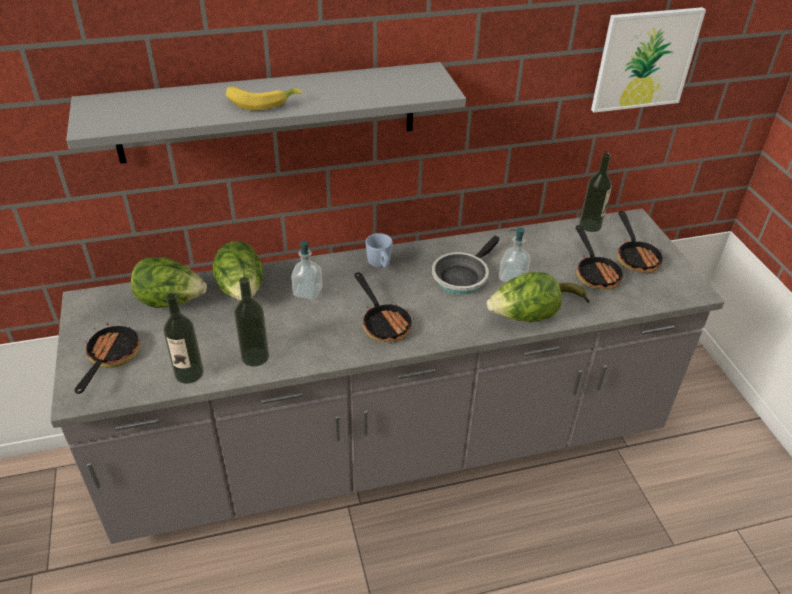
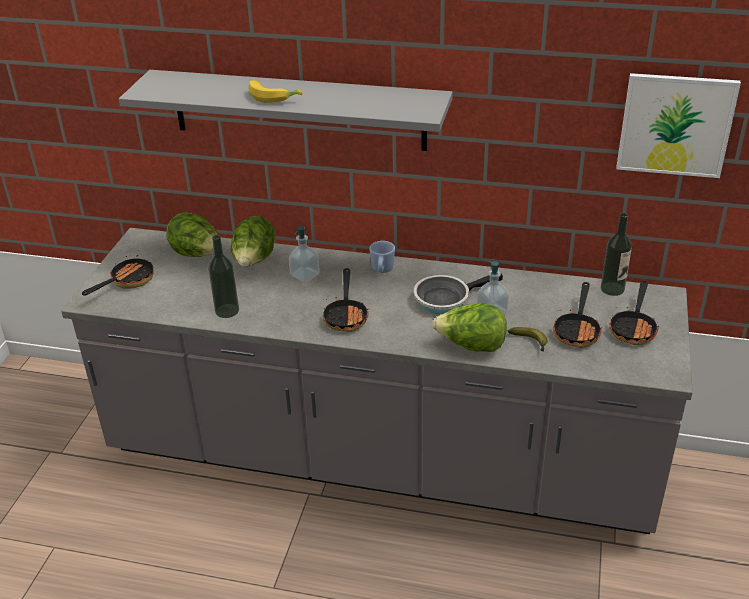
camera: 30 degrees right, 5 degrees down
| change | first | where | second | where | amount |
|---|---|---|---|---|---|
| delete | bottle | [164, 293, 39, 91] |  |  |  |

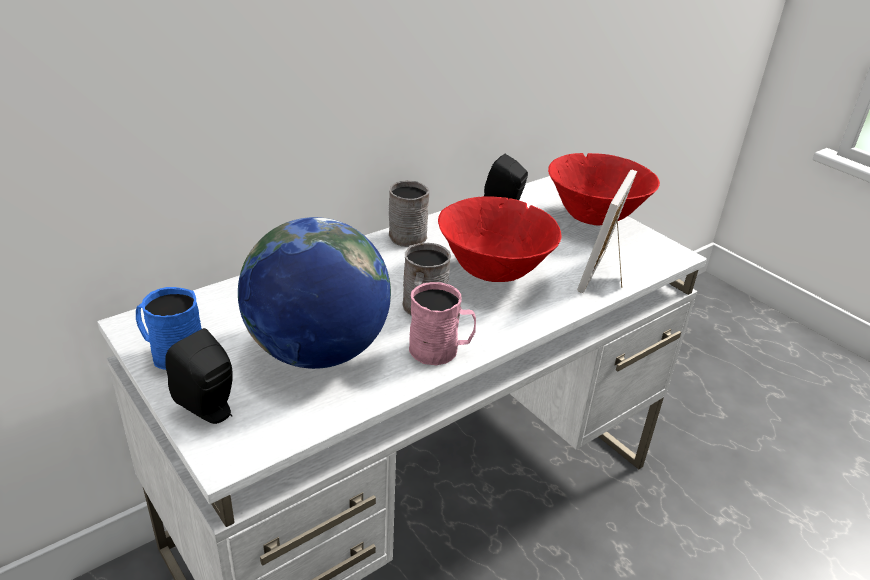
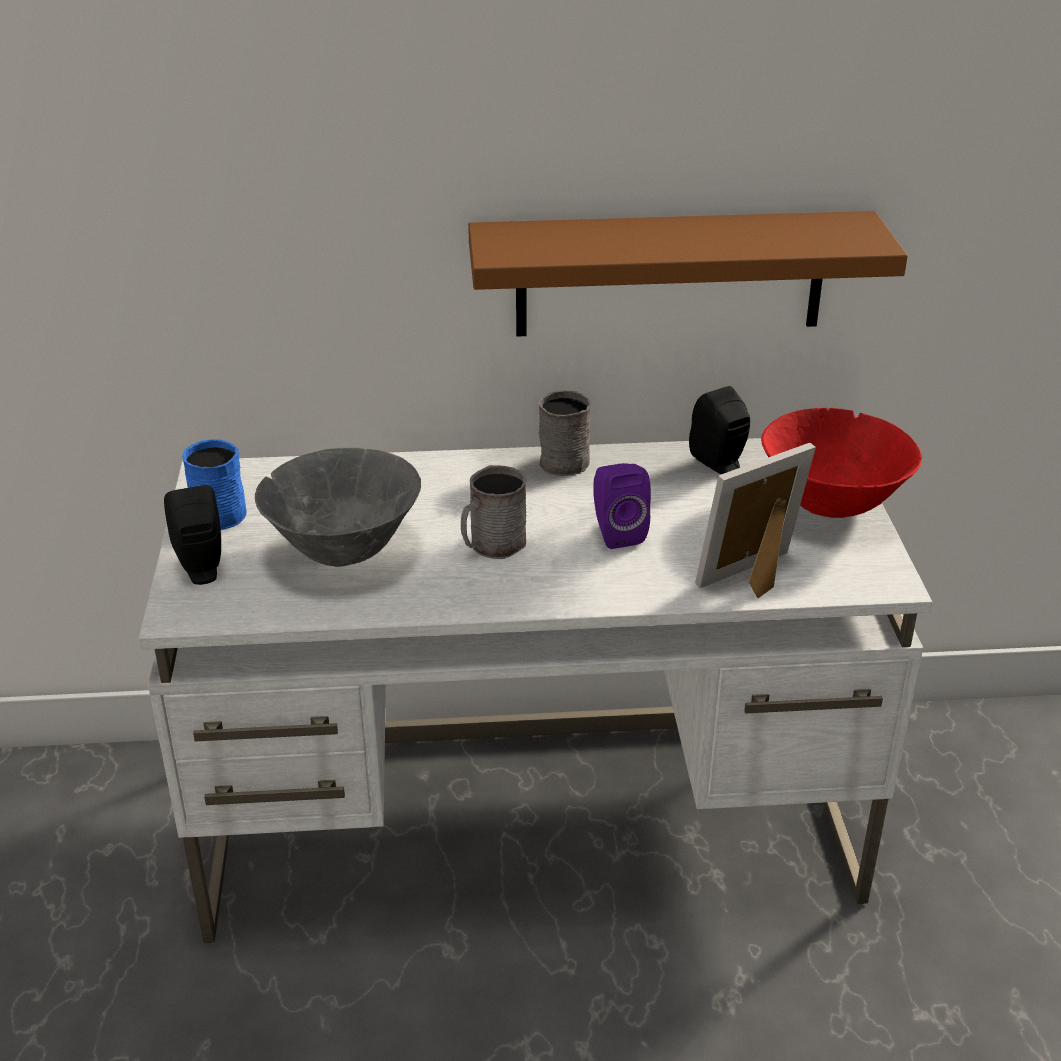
camera: 35 degrees right, 0 degrees up
| change | first | where | second | where | amount |
|---|---|---|---|---|---|
| delete | pink mug | [409, 282, 67, 83] |  |  |  |
| insert |  |  | brown shelf | [468, 211, 440, 126] |  |
| replace | globe | [238, 217, 153, 152] | grey bowl | [255, 448, 166, 119] |  |
| replace | red bowl | [438, 196, 123, 86] | purple speaker | [593, 463, 58, 86] |  |

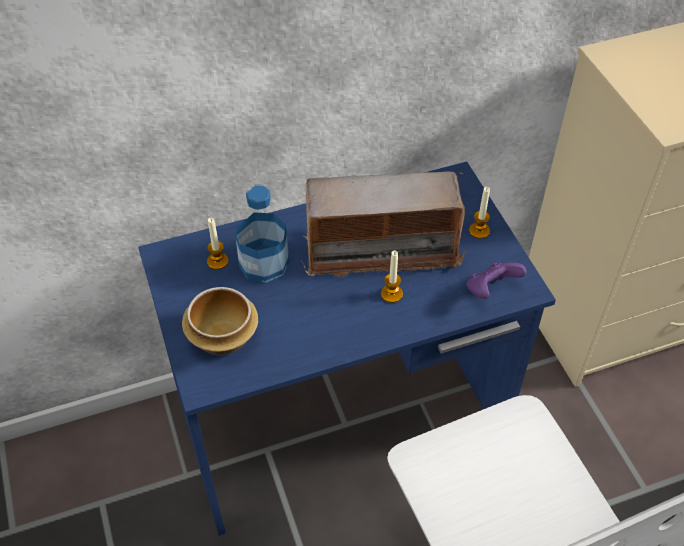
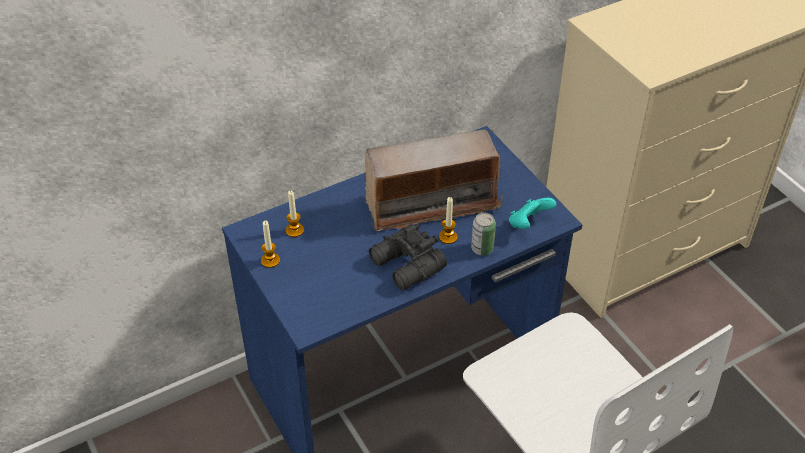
camera: 10 degrees left, 5 degrees down
| change | first | where | second | where | amount |
|---|---|---|---|---|---|
| delete | bowl | [182, 287, 76, 68] |  |  |  |
| delete | bottle | [235, 186, 54, 98] |  |  |  |
| insert |  |  | black binoculars | [369, 224, 78, 67] |  |
| insert |  |  | can | [471, 213, 25, 42] |  |
| move | candle | [469, 187, 21, 52] |  | [261, 220, 19, 48] |  |
| recolor | purple game controller | [467, 262, 60, 37] | turquoise game controller | [509, 198, 47, 31] |  |

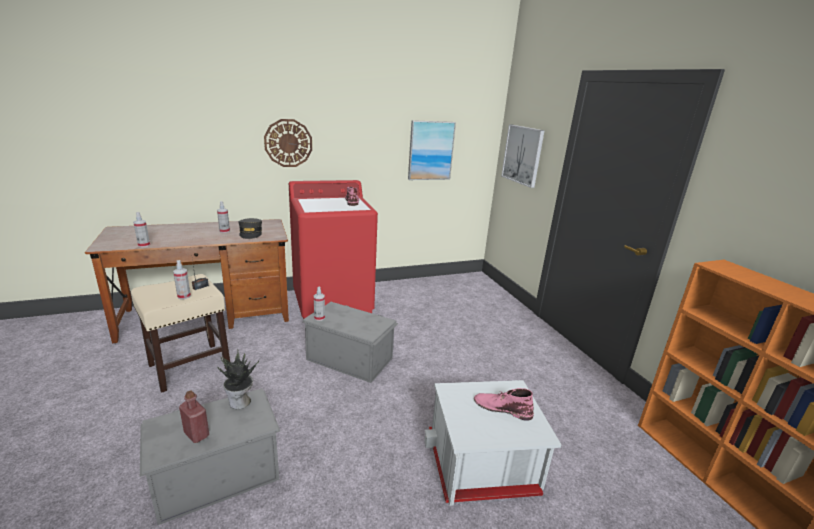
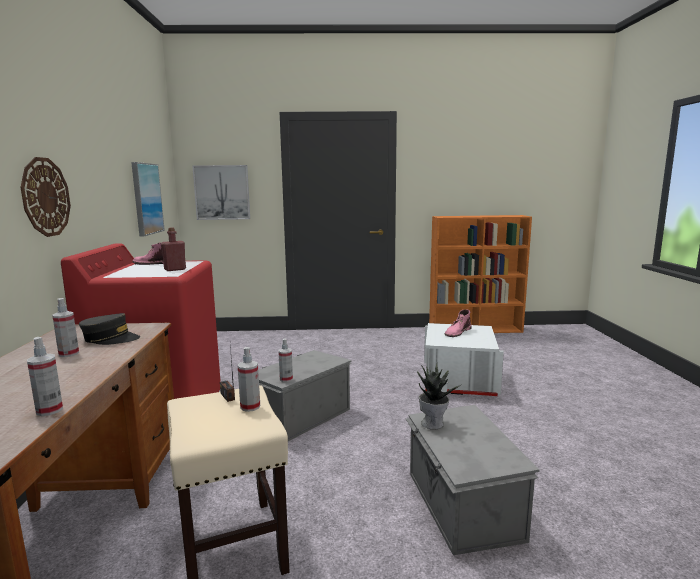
camera: 70 degrees left, 10 degrees down
| change | first | where | second | where | amount |
|---|---|---|---|---|---|
| move | red bottle | [179, 390, 30, 53] |  | [161, 227, 25, 44] |  |

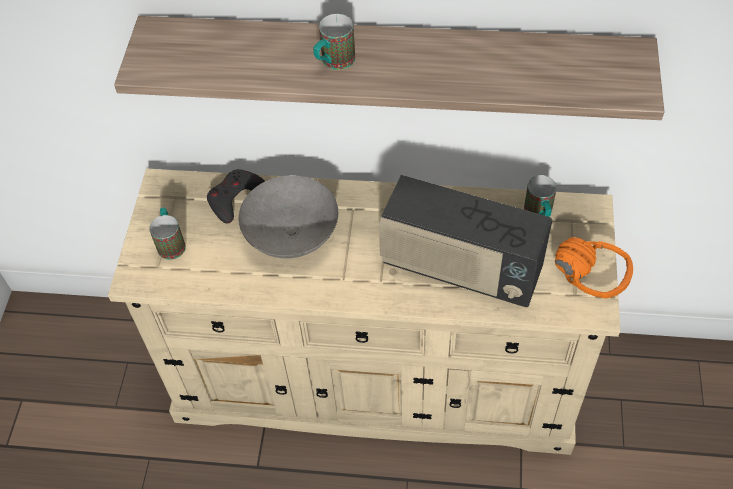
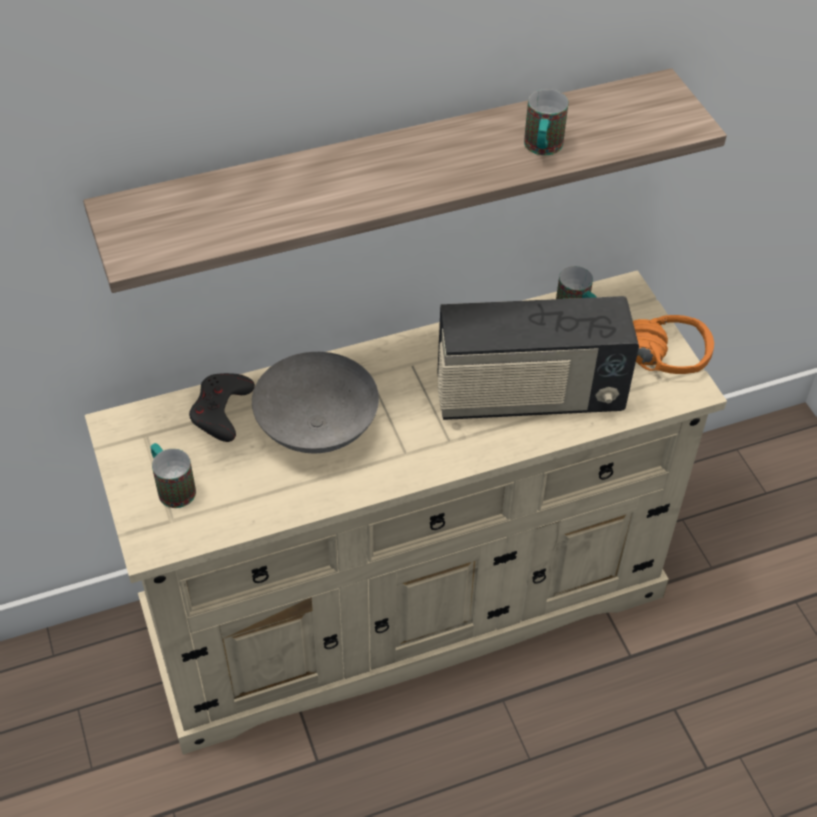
camera: 30 degrees left, 5 degrees down
| change | first | where | second | where | amount |
|---|---|---|---|---|---|
| move | mug | [313, 14, 42, 56] |  | [524, 89, 44, 66] |  |

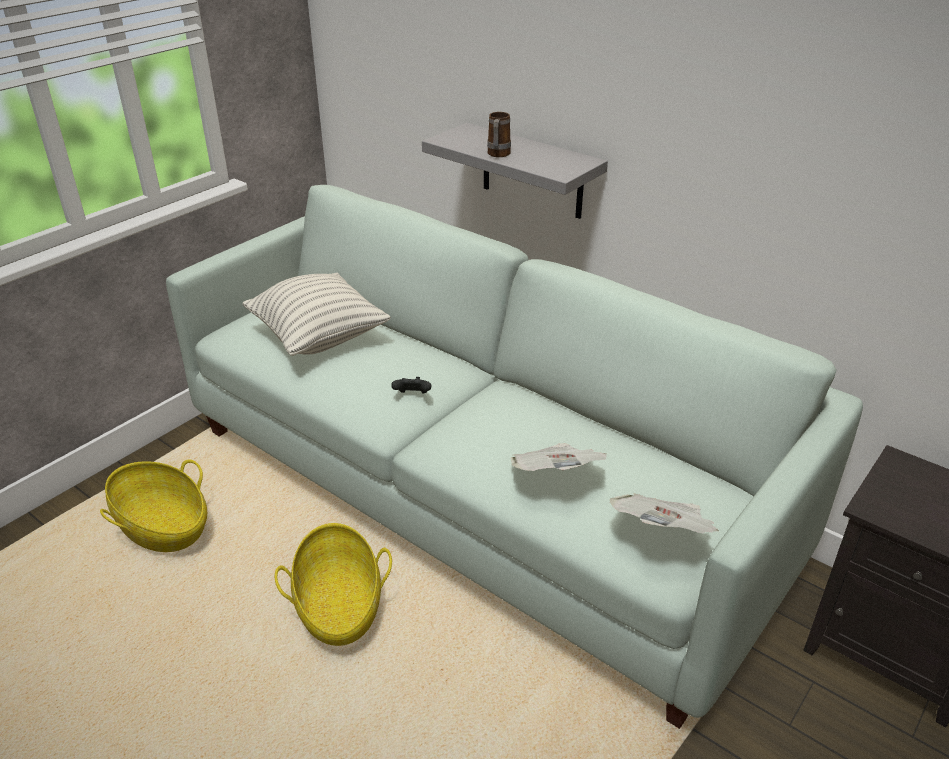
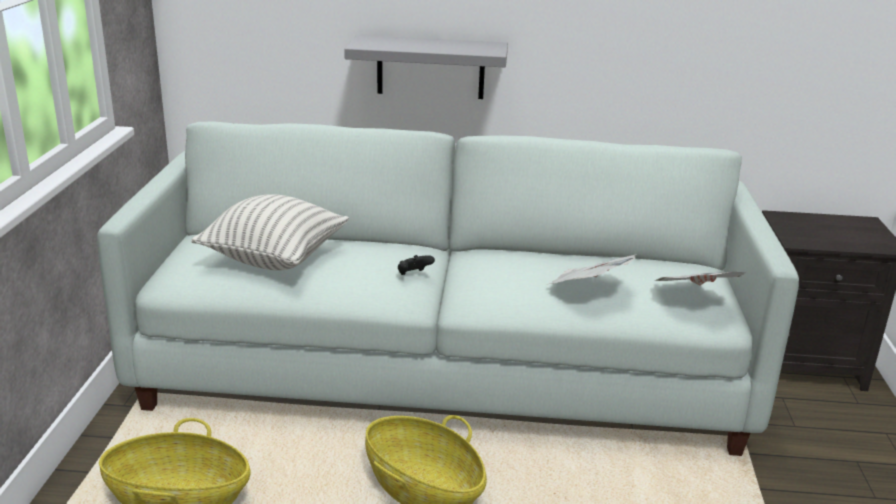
camera: 35 degrees left, 10 degrees down
| change | first | where | second | where | amount |
|---|---|---|---|---|---|
| delete | mug | [487, 112, 24, 45] |  |  |  |

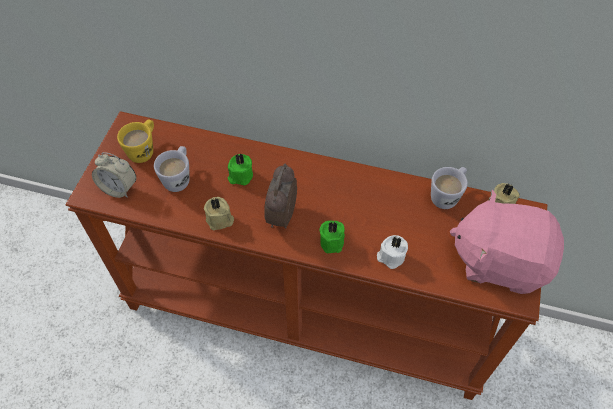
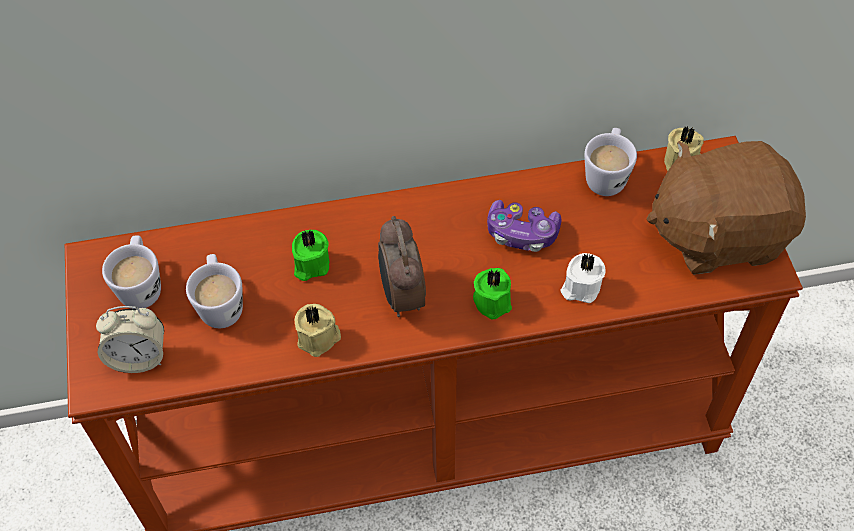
camera: 25 degrees left, 0 degrees up
| change | first | where | second | where | amount |
|---|---|---|---|---|---|
| insert |  |  | game controller | [487, 200, 74, 52] |  |
| recolor | yellow mug | [117, 120, 37, 43] | white mug | [102, 235, 59, 74] |  |
| recolor | pink plush toy | [450, 190, 114, 104] | brown plush toy | [647, 141, 159, 134] |  |

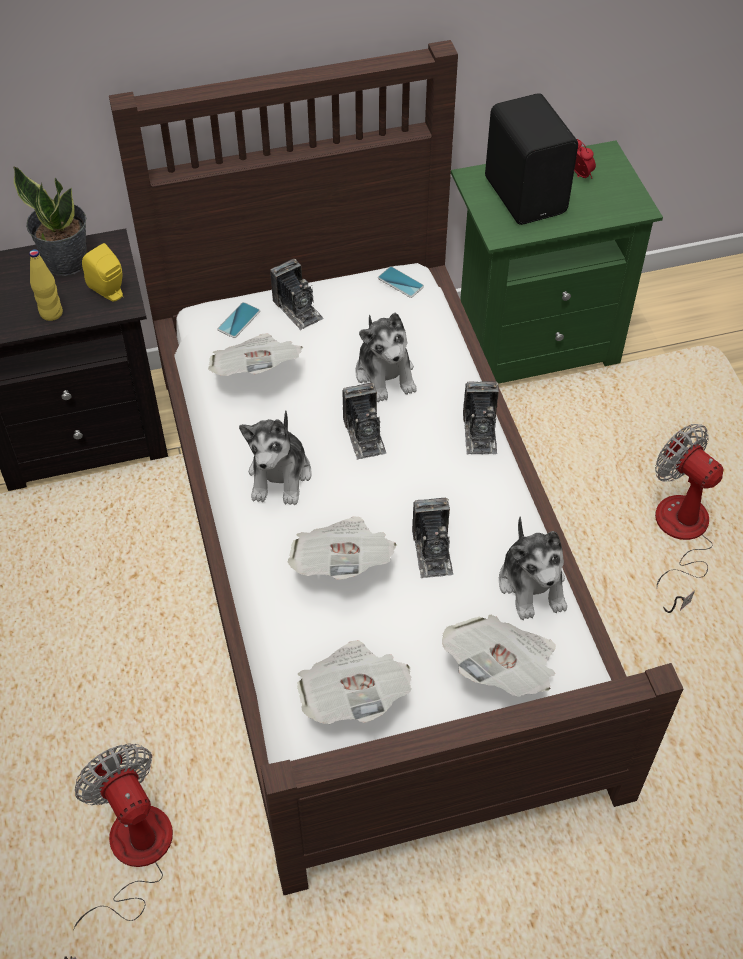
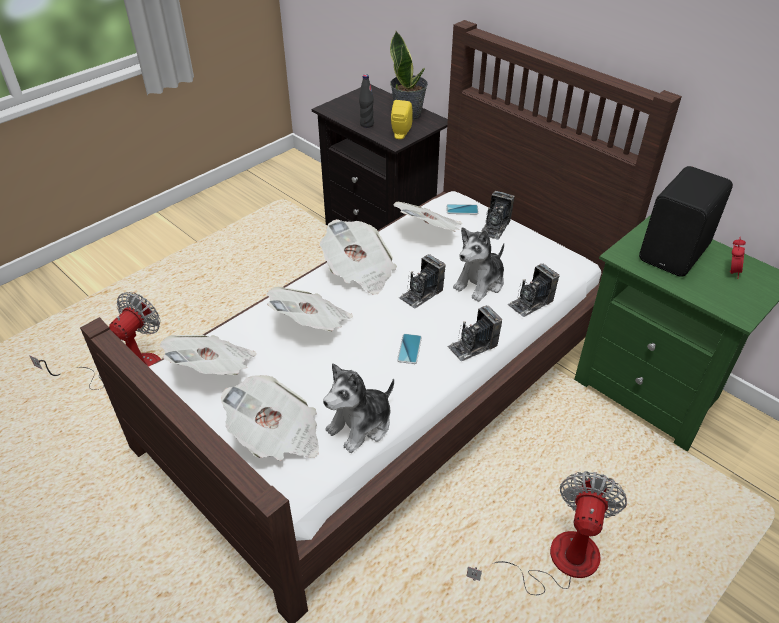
camera: 60 degrees right, 10 degrees down
| change | first | where | second | where | amount |
|---|---|---|---|---|---|
| move | phone | [378, 267, 46, 31] |  | [397, 334, 25, 30] |  |
| move | photo camera | [412, 498, 41, 81] |  | [507, 264, 52, 53] |  |
| replace | plush toy | [239, 411, 73, 94] | newspaper | [320, 219, 77, 76] |  |
| recolor | yellow bottle | [29, 249, 34, 72] | black bottle | [359, 74, 15, 54] |  |

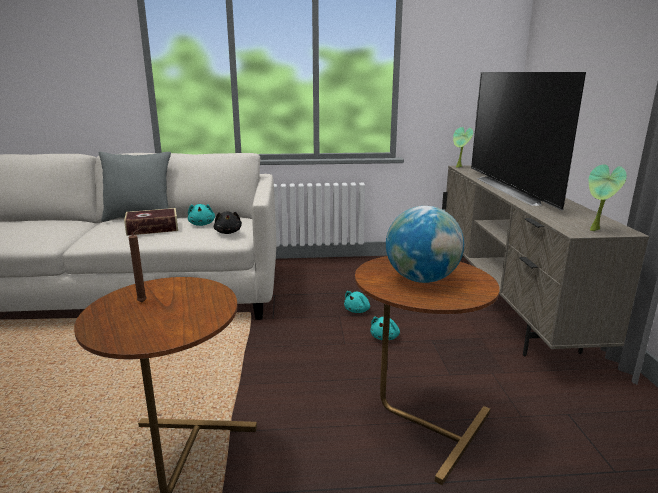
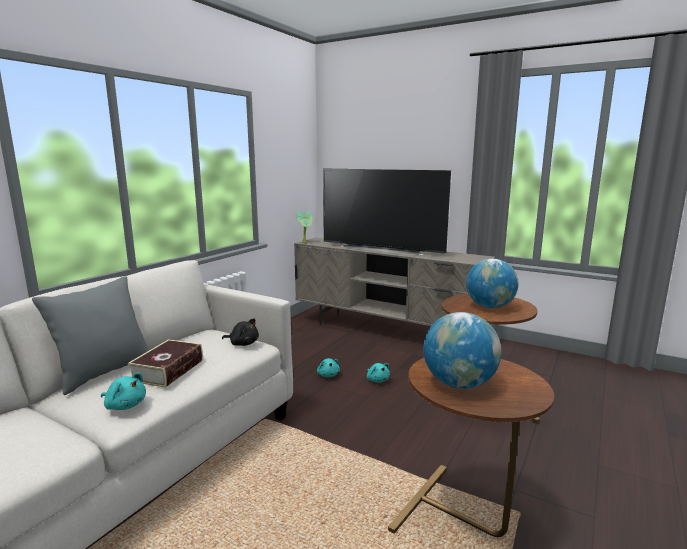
camera: 55 degrees left, 5 degrees down
| change | first | where | second | where | amount |
|---|---|---|---|---|---|
| delete | potted plant | [588, 164, 39, 67] |  |  |  |
| move | turquoise plush toy | [188, 204, 27, 22] |  | [101, 372, 45, 38] |  |
| replace | brown candle | [129, 228, 18, 75] | globe | [423, 312, 79, 77] |  |

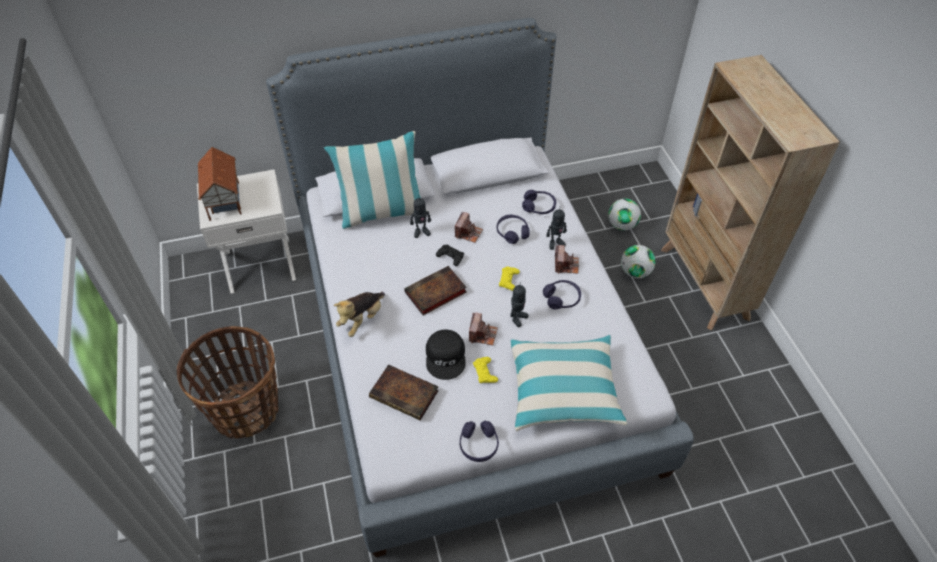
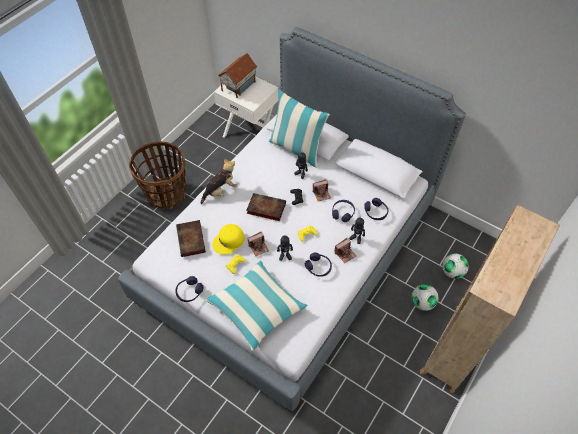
camera: 50 degrees right, 5 degrees up
| change | first | where | second | where | amount |
|---|---|---|---|---|---|
| recolor | black cap | [426, 330, 40, 50] | yellow cap | [212, 224, 33, 31] |  |
| rotate | plush toy | [334, 292, 51, 45] |  | [201, 158, 37, 46] | 150 degrees clockwise |

